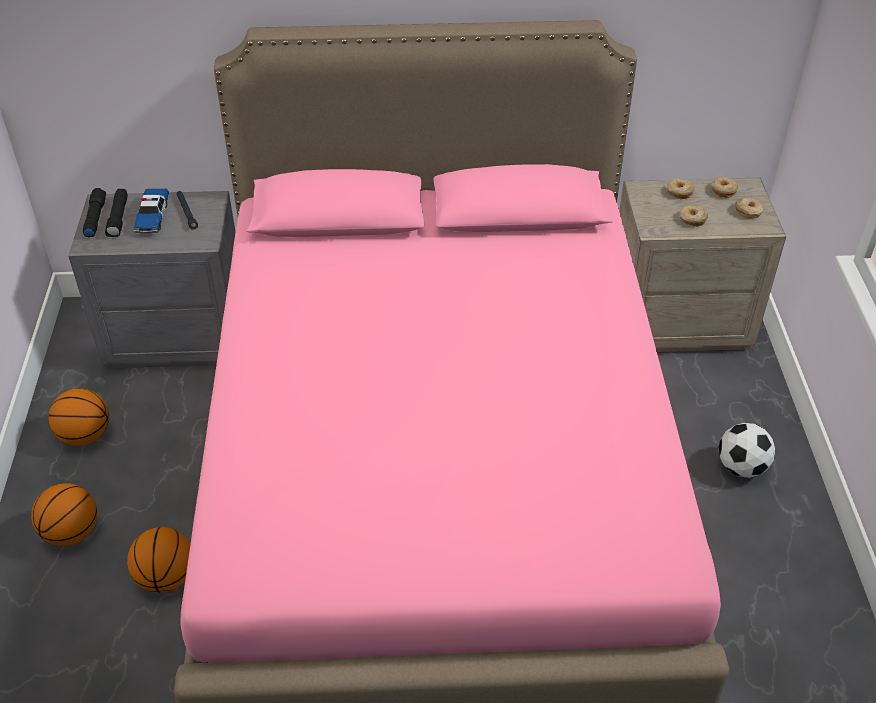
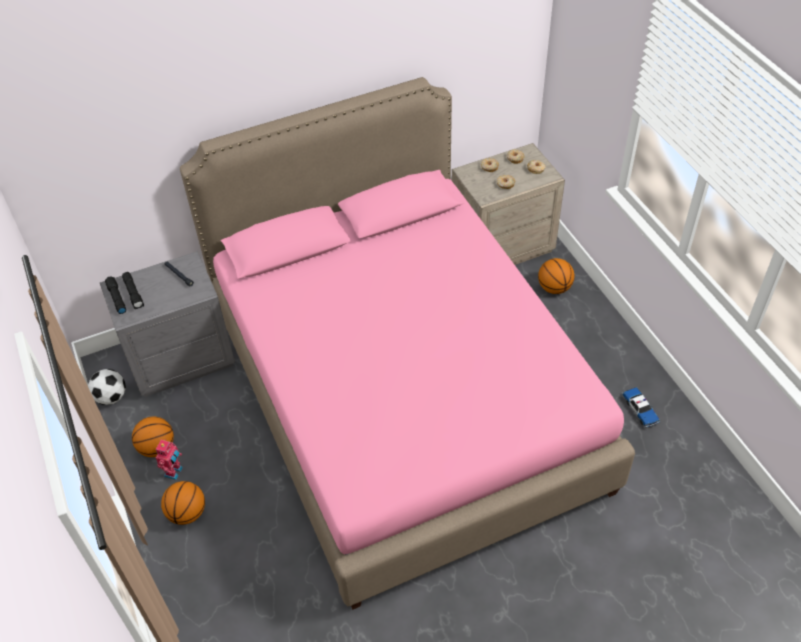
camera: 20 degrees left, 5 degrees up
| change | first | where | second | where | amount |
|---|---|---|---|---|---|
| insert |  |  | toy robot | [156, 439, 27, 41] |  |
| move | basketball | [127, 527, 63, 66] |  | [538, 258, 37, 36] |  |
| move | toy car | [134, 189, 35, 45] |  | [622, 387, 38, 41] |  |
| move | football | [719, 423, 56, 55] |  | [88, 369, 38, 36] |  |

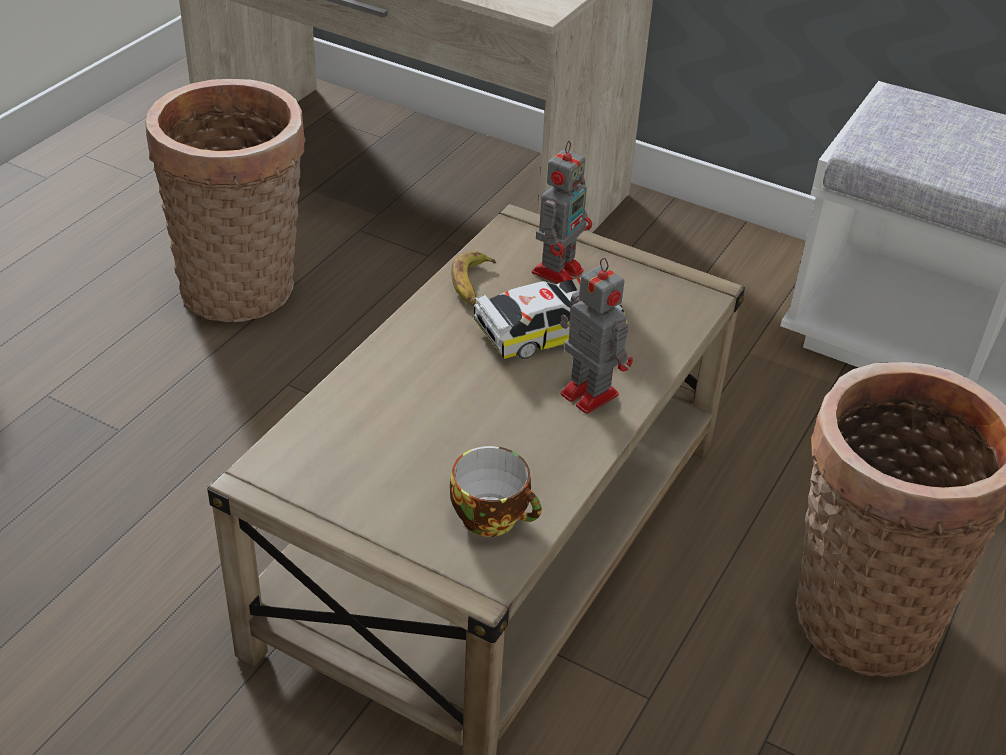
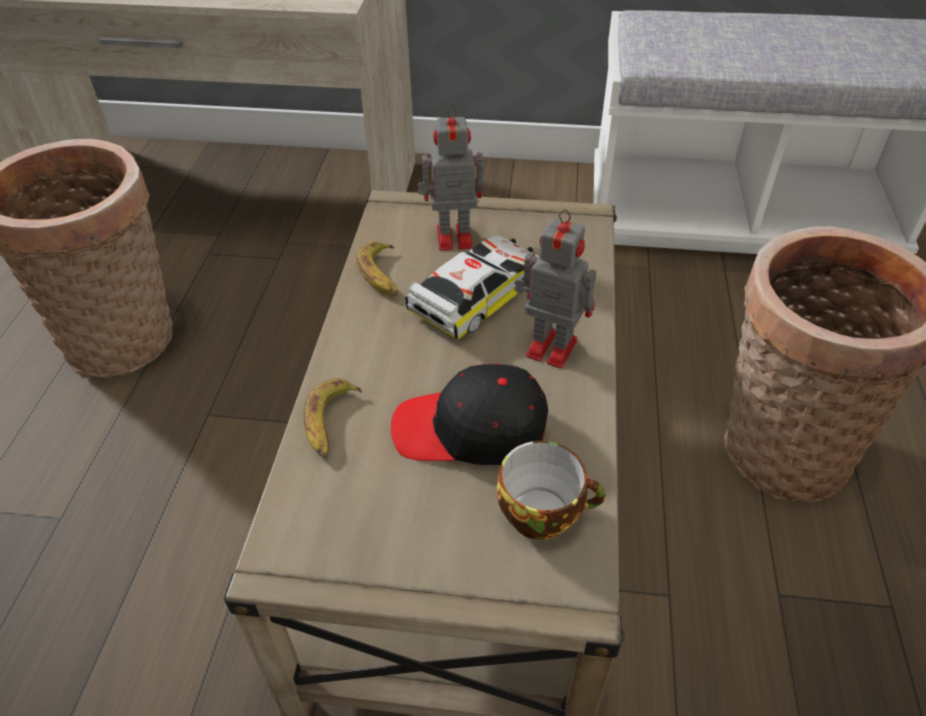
camera: 20 degrees left, 5 degrees up
| change | first | where | second | where | amount |
|---|---|---|---|---|---|
| insert |  |  | banana | [303, 378, 59, 80] |  |
| insert |  |  | black cap | [391, 363, 157, 102] |  |
| rotate | toy robot | [532, 141, 60, 143] |  | [418, 105, 65, 146] | 105 degrees counterclockwise |

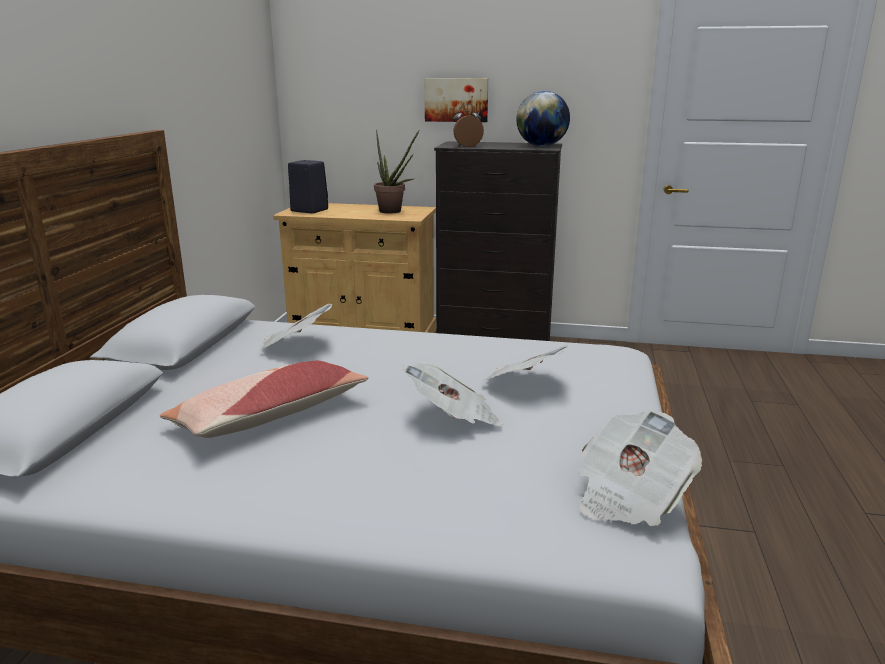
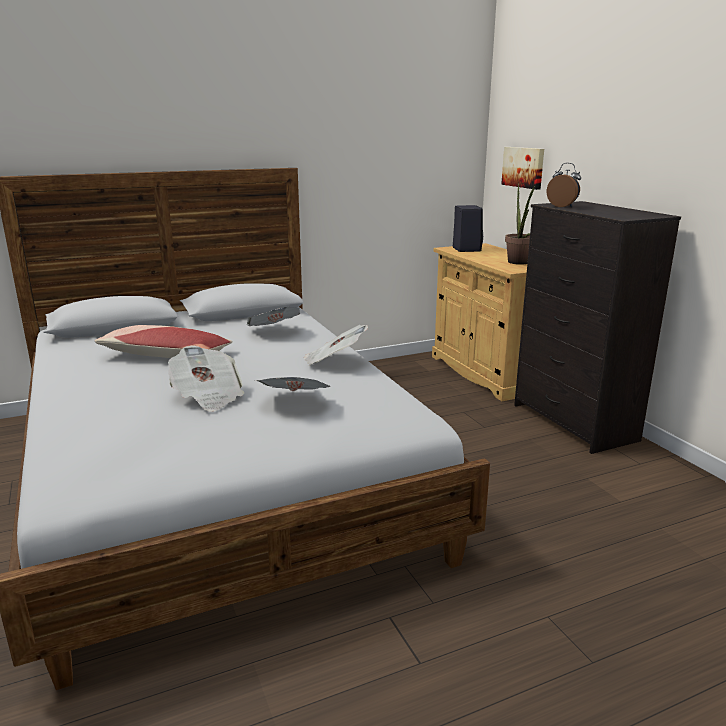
camera: 55 degrees right, 0 degrees up
| change | first | where | second | where | amount |
|---|---|---|---|---|---|
| delete | globe | [516, 91, 54, 55] |  |  |  |
| move | picture | [425, 78, 63, 44] |  | [501, 147, 43, 43] |  |
| move | newspaper | [578, 411, 124, 115] |  | [304, 325, 64, 41] |  |

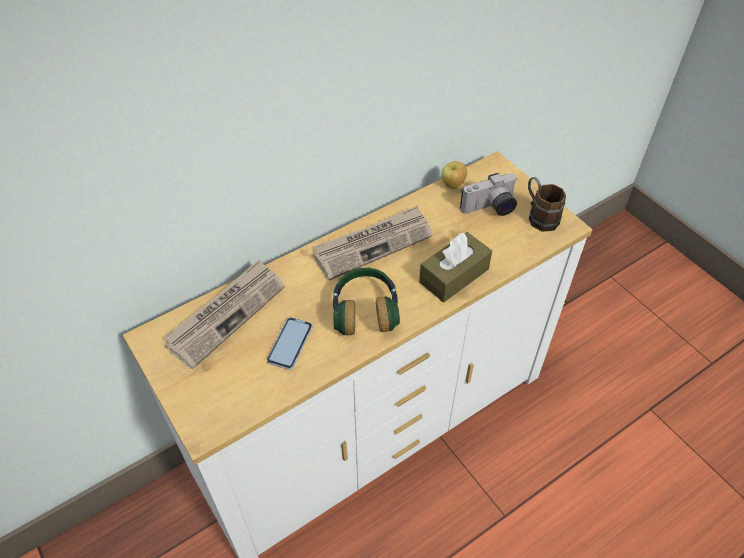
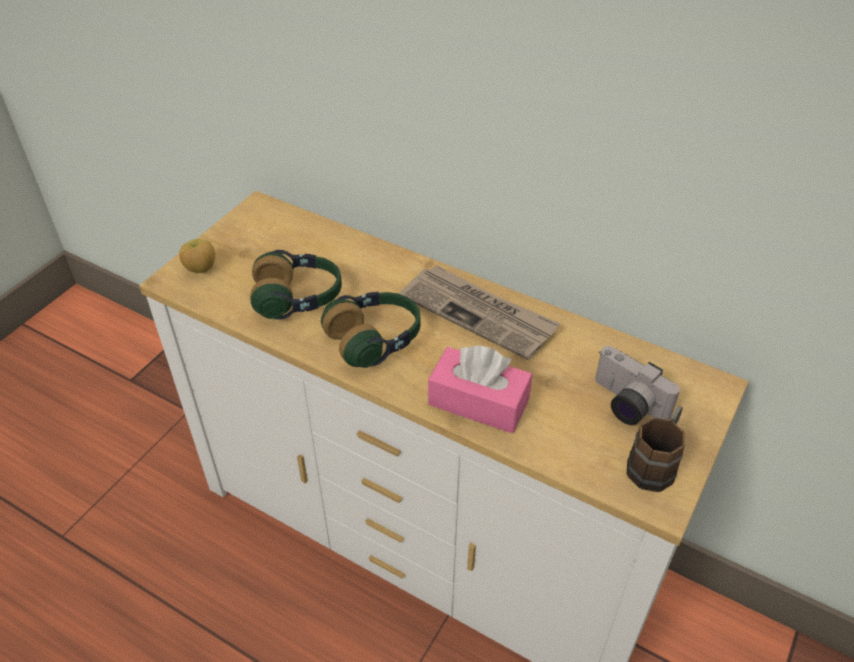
camera: 65 degrees right, 5 degrees down
| change | first | where | second | where | amount |
|---|---|---|---|---|---|
| delete | newspaper | [163, 259, 122, 110] |  |  |  |
| move | apple | [441, 161, 26, 28] |  | [179, 239, 36, 34] |  |
| replace | phone | [267, 317, 46, 53] | headphones | [250, 250, 92, 70] |  |
| recolor | brown tissue box | [419, 232, 73, 70] | pink tissue box | [428, 345, 105, 88] |  |

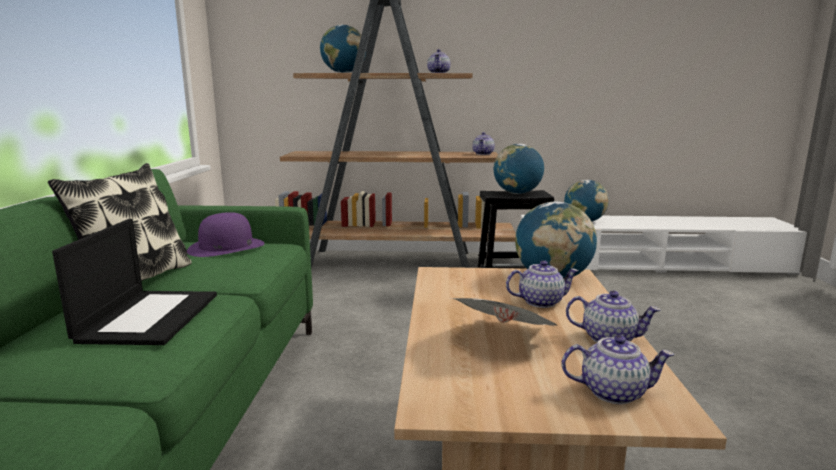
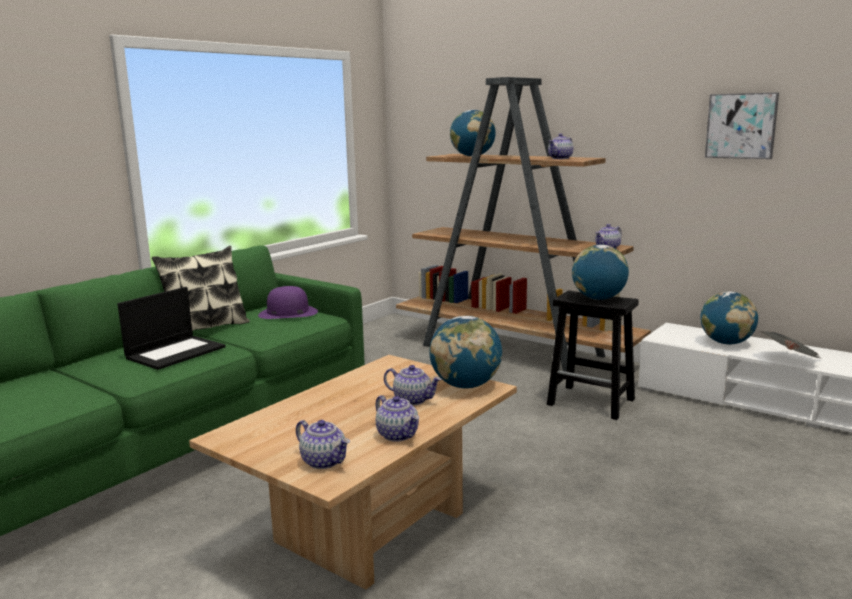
camera: 35 degrees right, 0 degrees up
| change | first | where | second | where | amount |
|---|---|---|---|---|---|
| insert |  |  | picture | [705, 92, 74, 67] |  |
| move | newspaper | [452, 298, 105, 29] |  | [760, 331, 61, 27] |  |

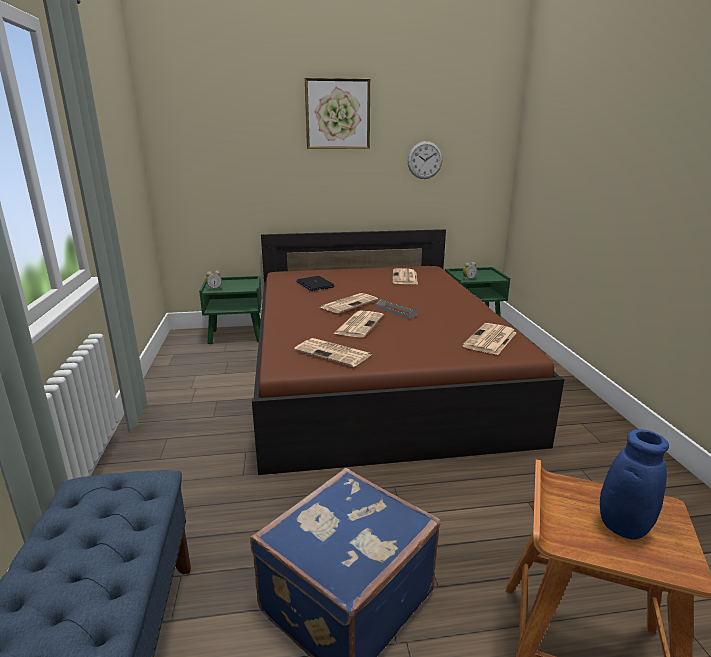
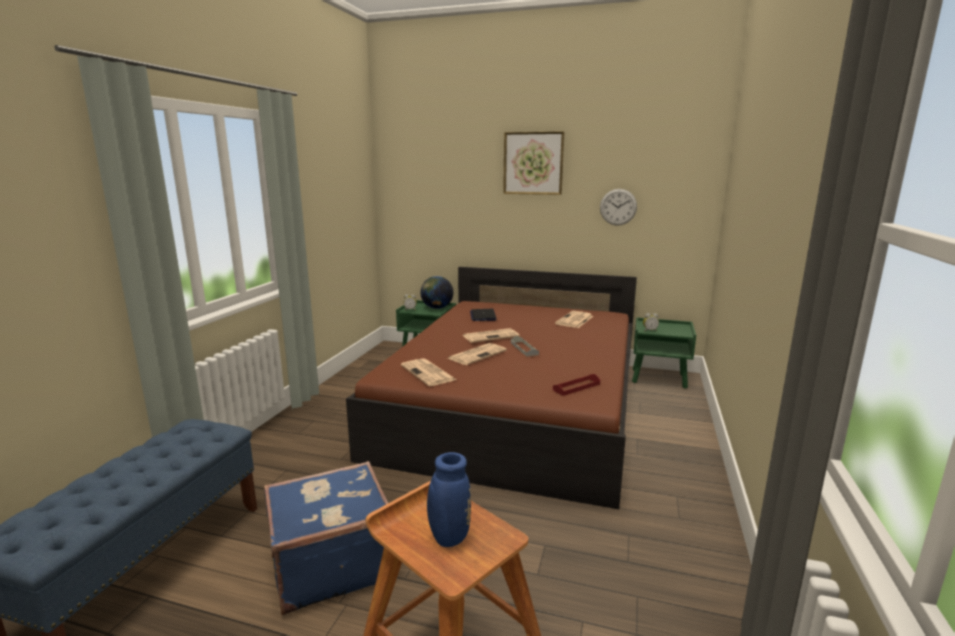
camera: 25 degrees right, 5 degrees down
| change | first | where | second | where | amount |
|---|---|---|---|---|---|
| insert |  |  | globe | [420, 276, 33, 33] |  |
| replace | newspaper | [462, 323, 55, 32] | red tray | [553, 374, 47, 22] |  |

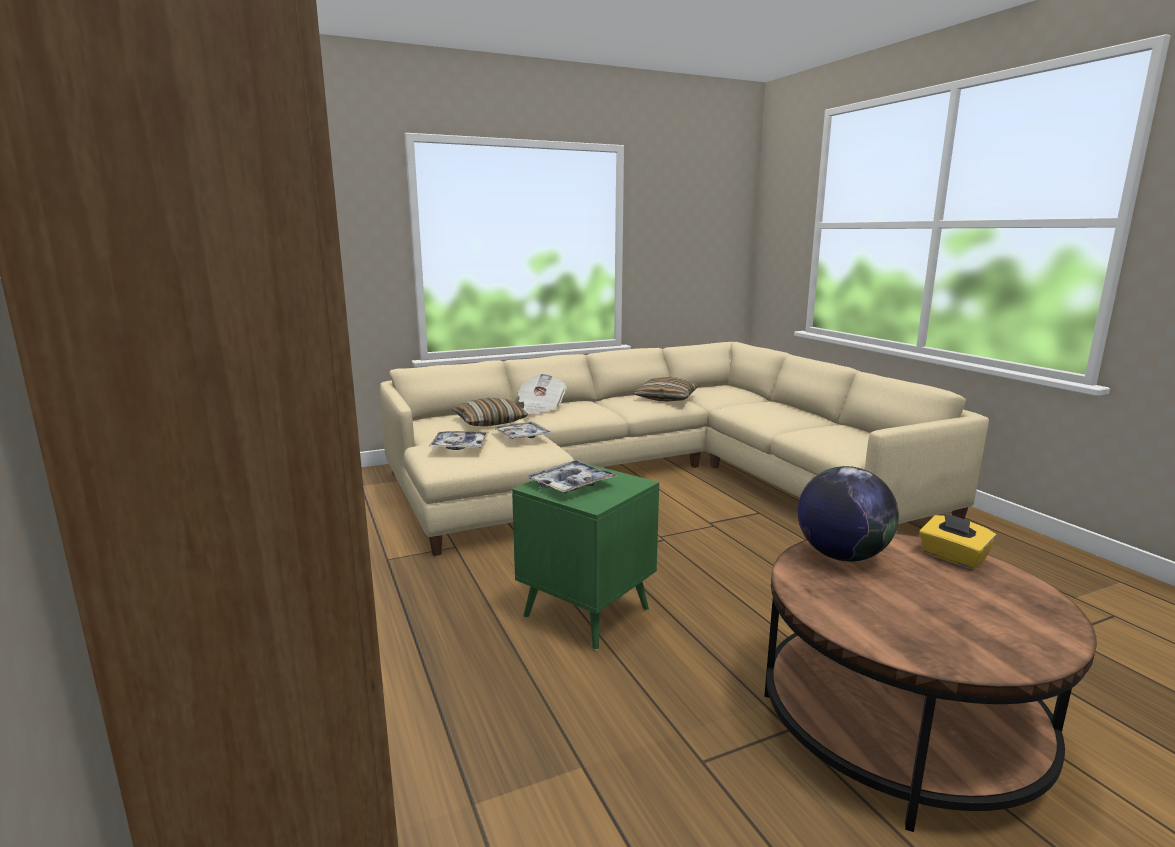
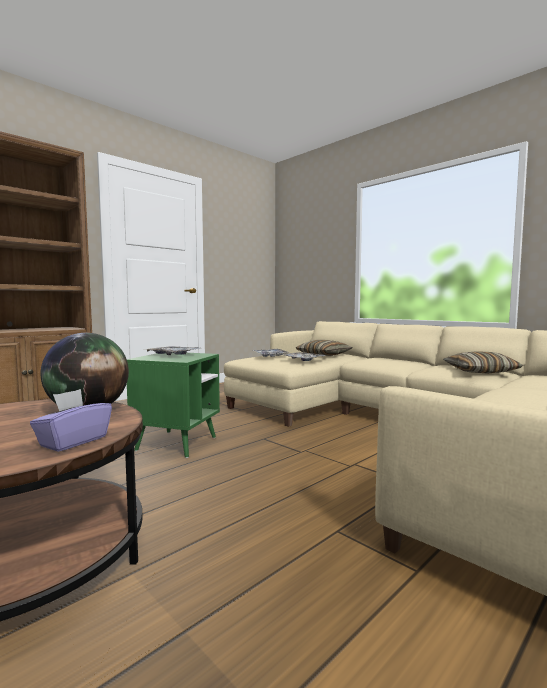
camera: 70 degrees right, 10 degrees down
| change | first | where | second | where | amount |
|---|---|---|---|---|---|
| delete | newspaper | [517, 374, 50, 40] |  |  |  |
| recolor | yellow tissue box | [919, 512, 78, 57] | purple tissue box | [30, 389, 82, 63] |  |

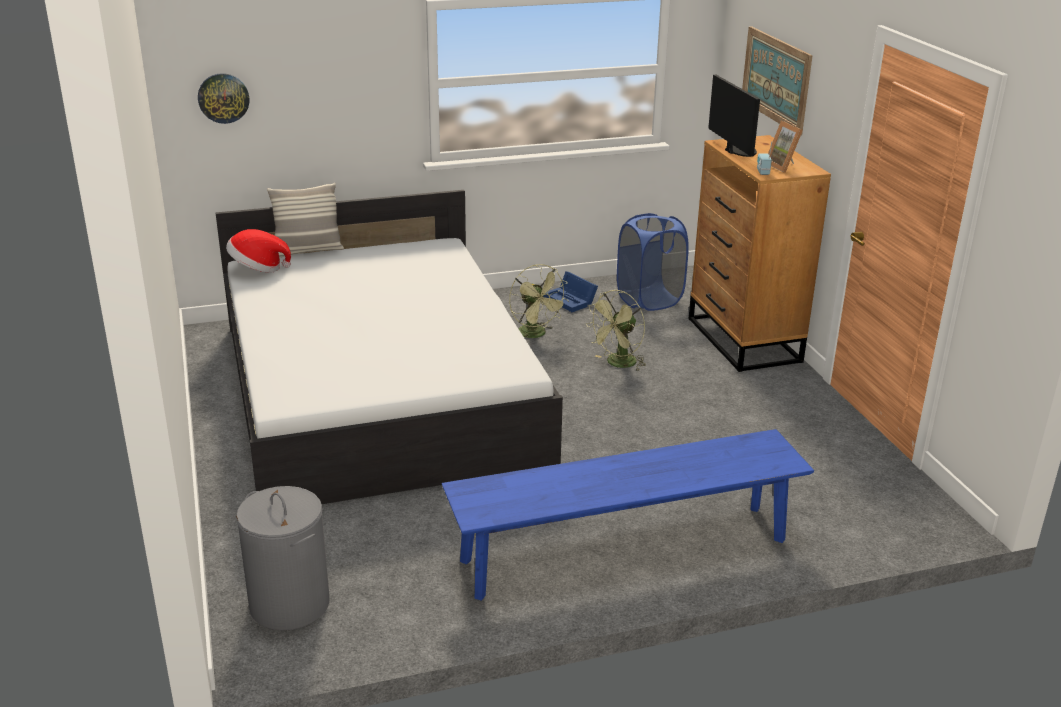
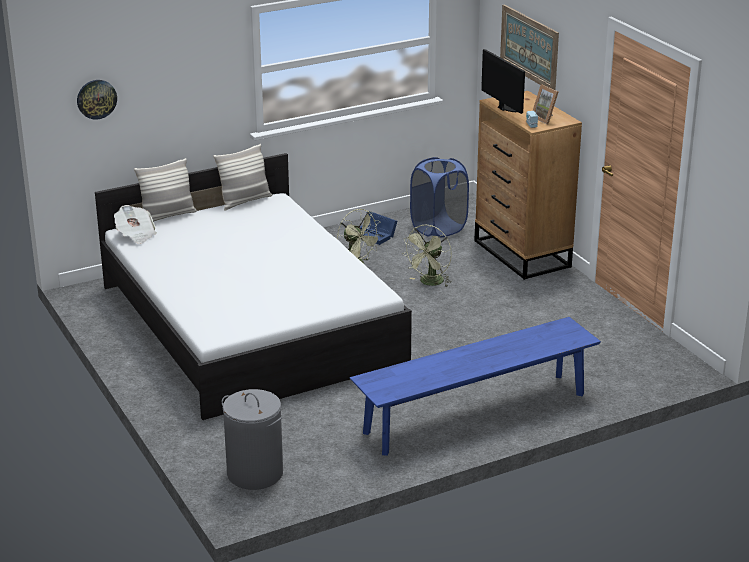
camera: 10 degrees left, 0 degrees up
| change | first | where | second | where | amount |
|---|---|---|---|---|---|
| insert |  |  | pillow | [213, 144, 59, 67] |  |
| replace | hat | [226, 229, 65, 44] | newspaper | [114, 205, 43, 39] |  |

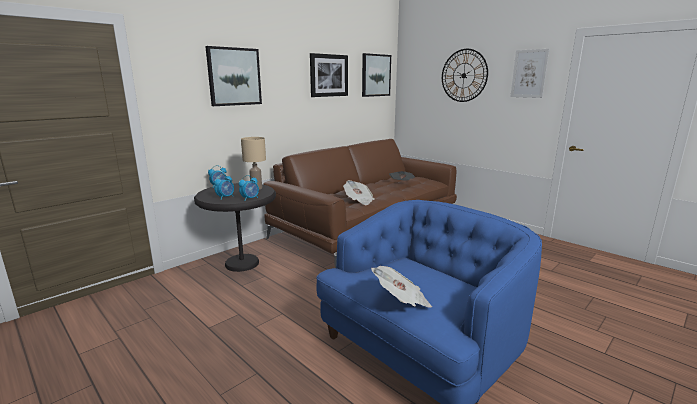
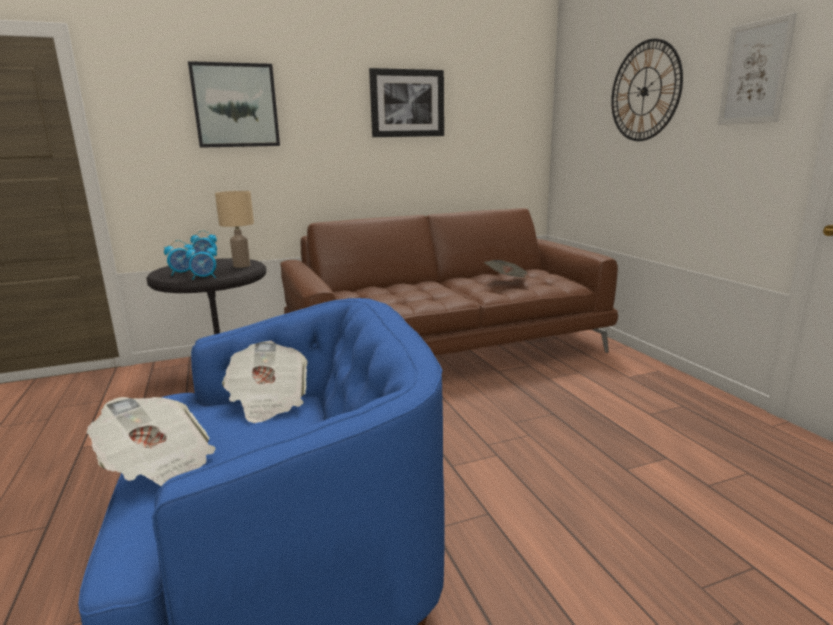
camera: 25 degrees right, 0 degrees up
| change | first | where | second | where | amount |
|---|---|---|---|---|---|
| delete | picture | [362, 53, 29, 44] |  |  |  |
| move | newspaper | [343, 180, 32, 25] |  | [222, 341, 86, 82] |  |

